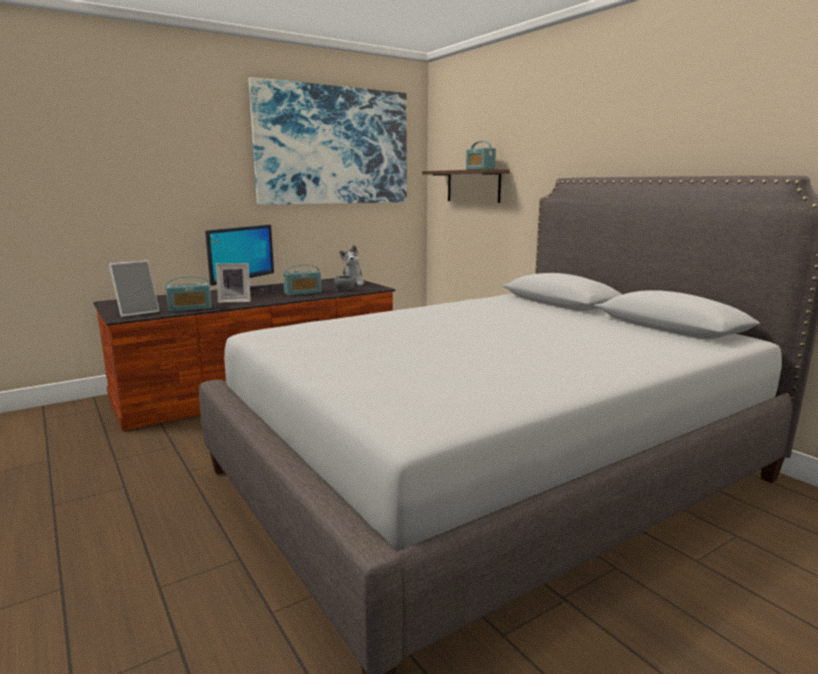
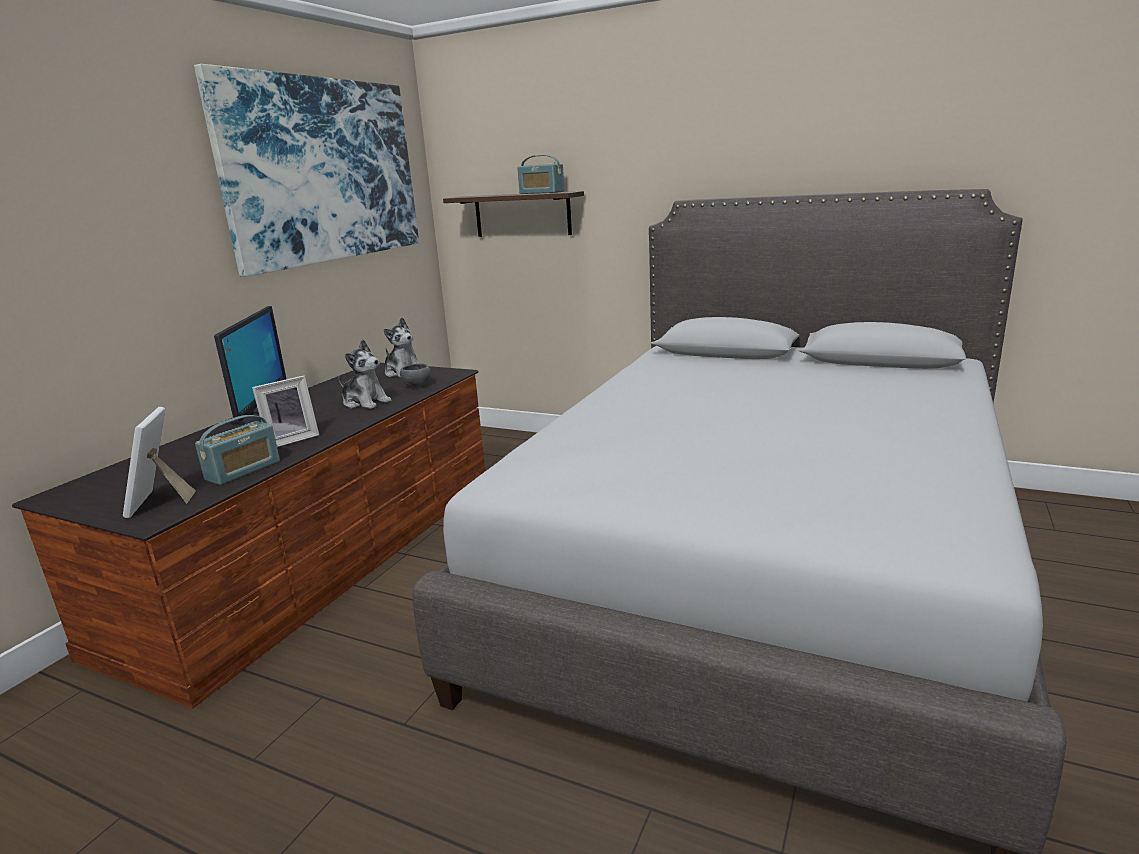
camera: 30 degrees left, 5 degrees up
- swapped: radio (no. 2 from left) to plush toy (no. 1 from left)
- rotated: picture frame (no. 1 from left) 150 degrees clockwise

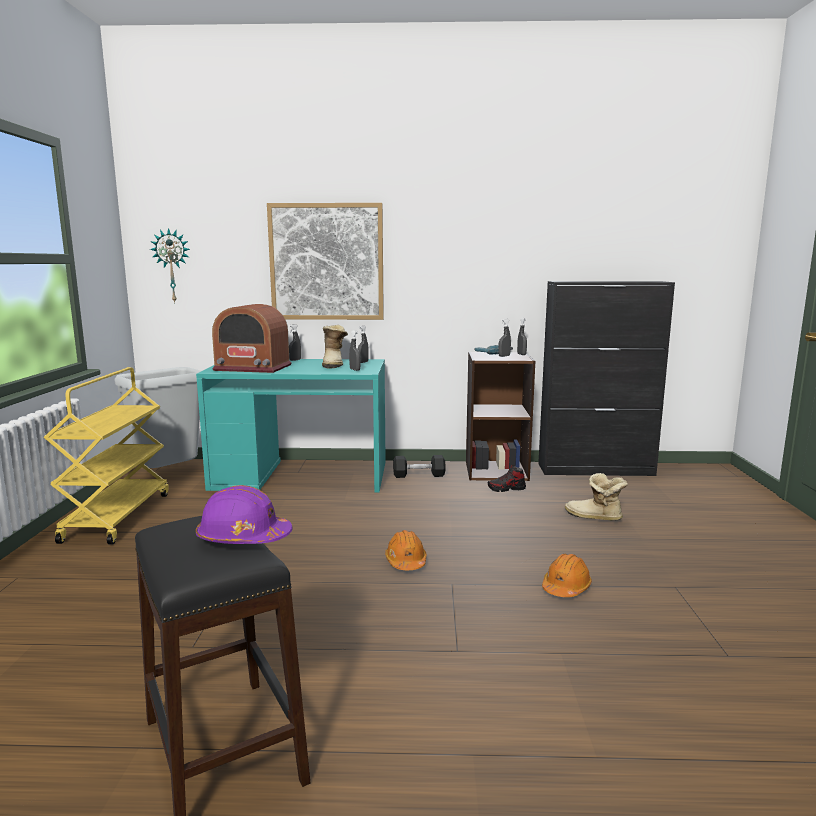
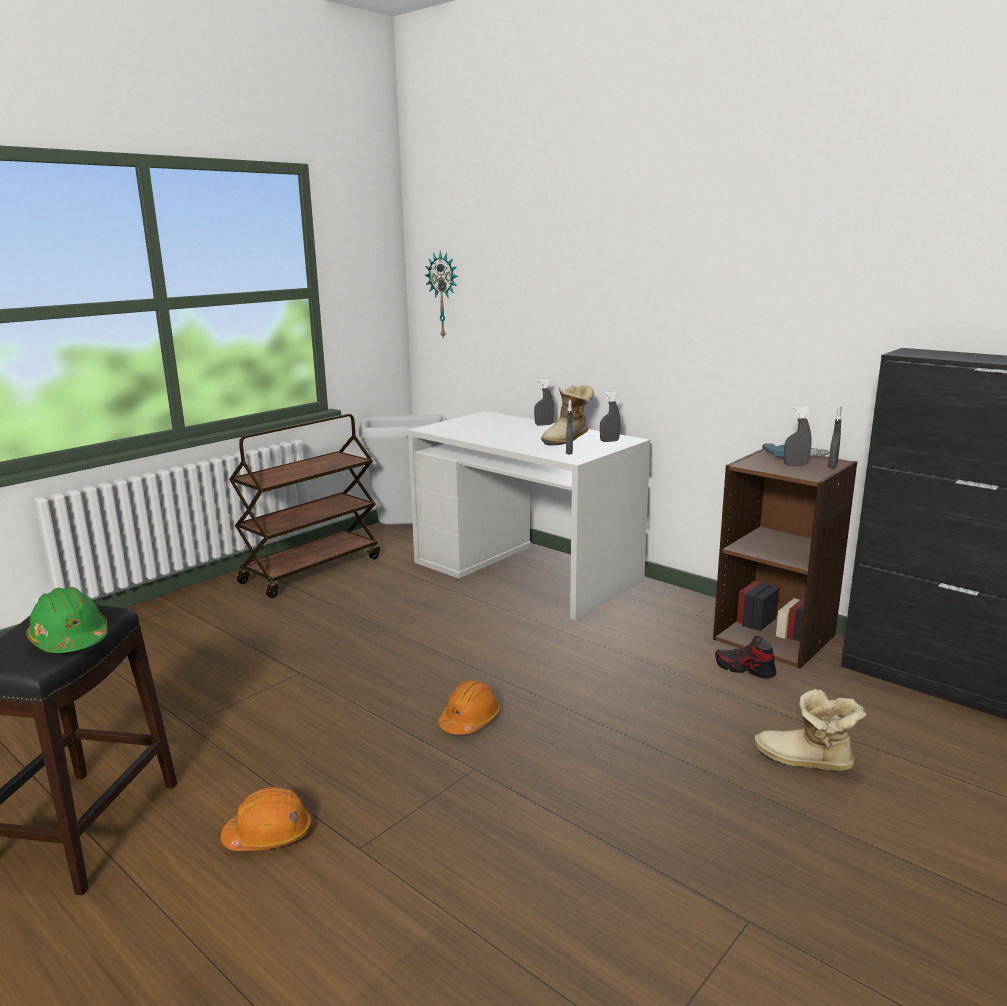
camera: 40 degrees right, 5 degrees up
- gone: radio
- gone: picture
- gone: black dumbbell
- shifted: orange hard hat (no. 2 from left in the first image) to orange hard hat (no. 1 from left)
- repainted: yellow cart to brown cart
- repainted: turquoise desk to white desk
- repainted: purple hard hat to green hard hat
- rotated: boot (no. 2 from left) 45 degrees counterclockwise

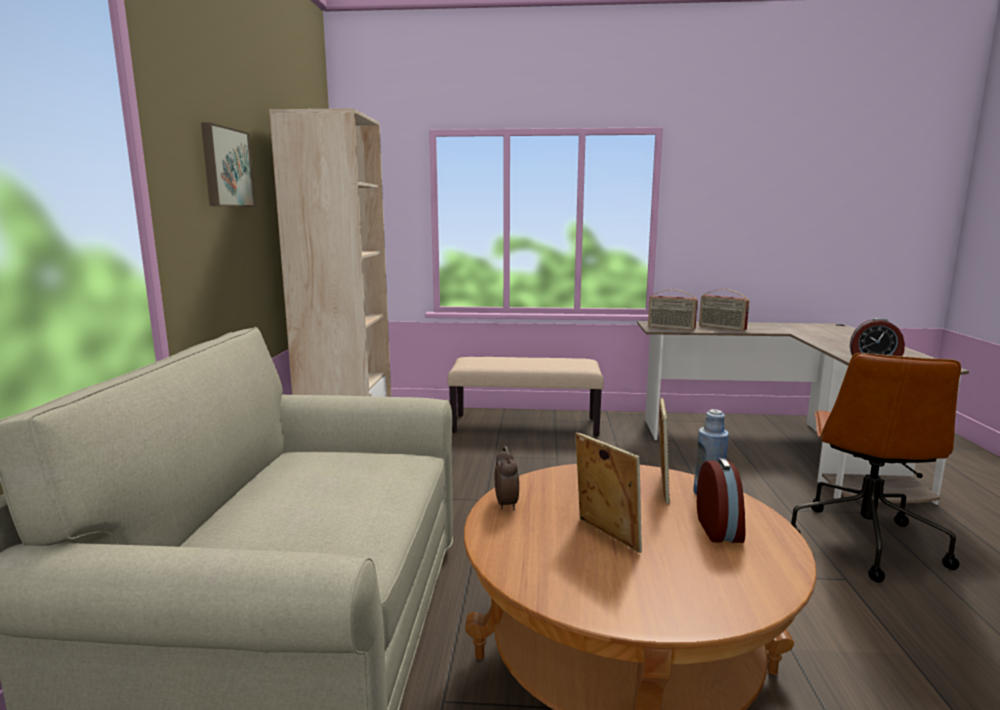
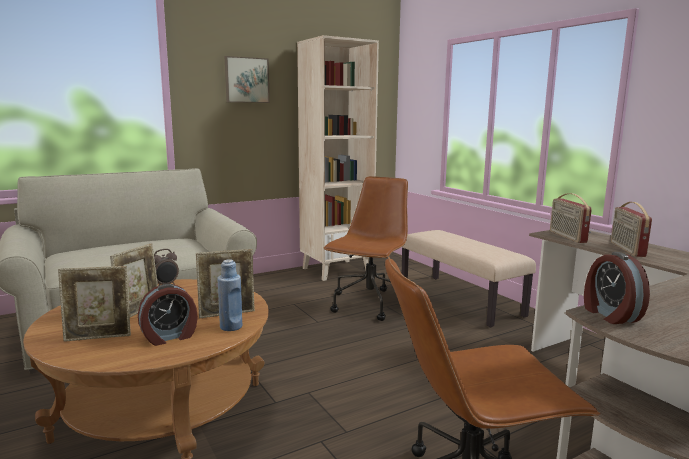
camera: 55 degrees right, 0 degrees up
- new: picture frame (no. 1 from left)
- new: brown office chair (no. 1 from left)

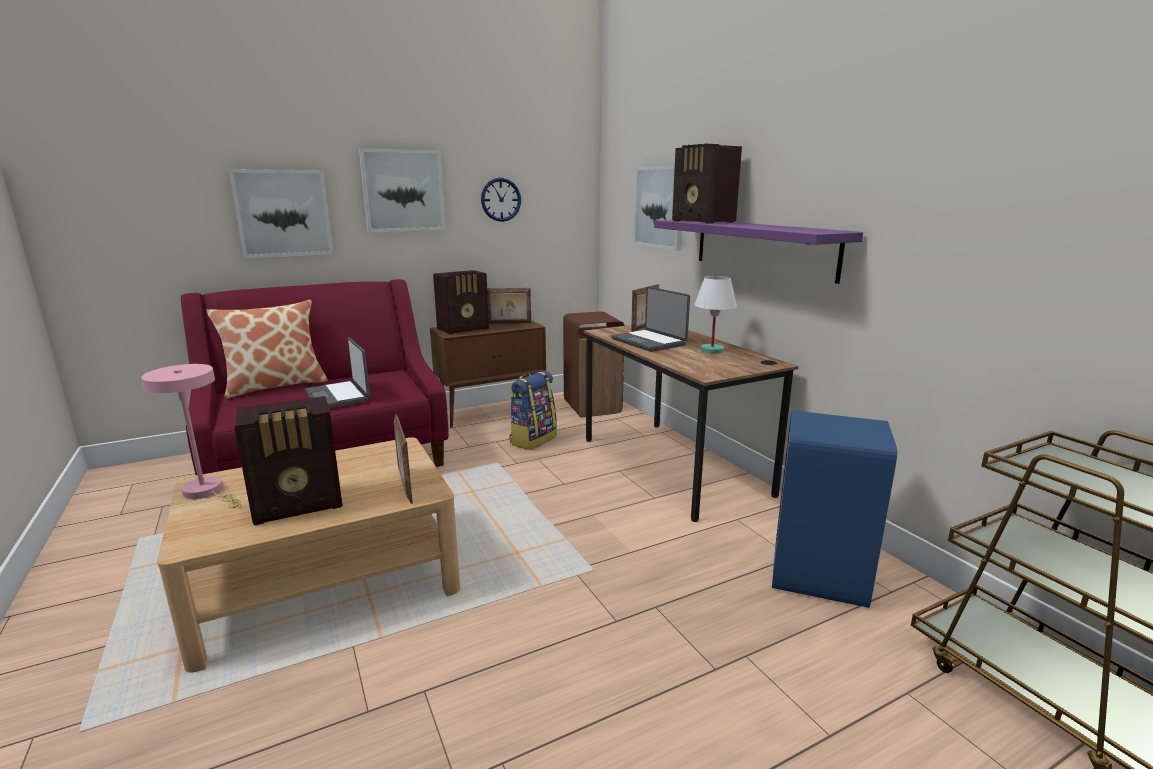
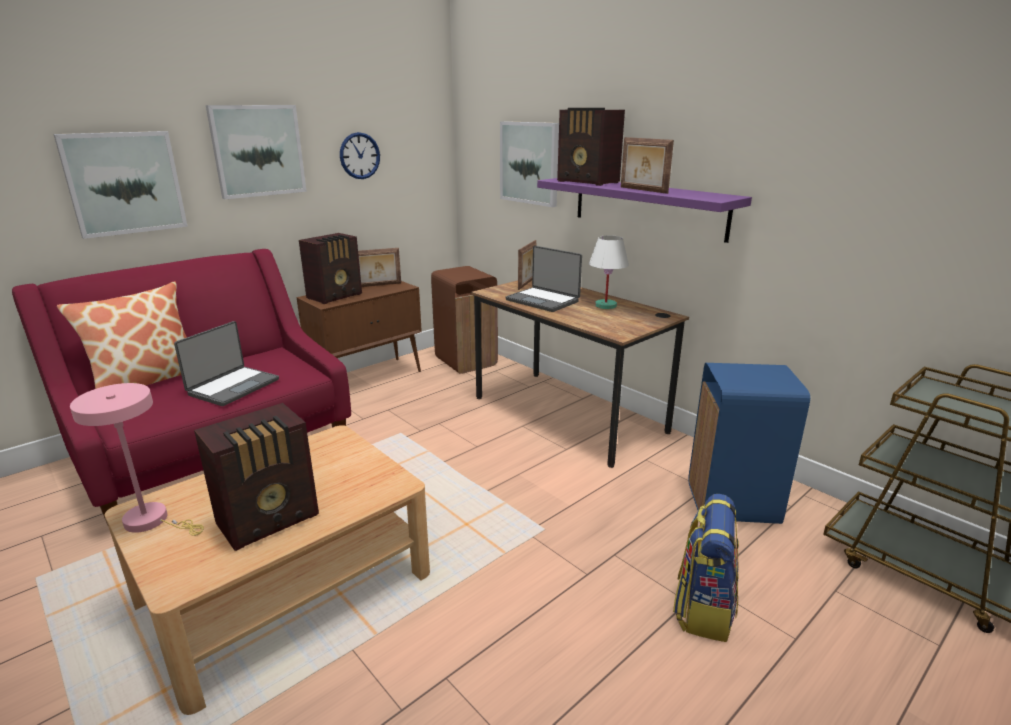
camera: 15 degrees left, 5 degrees up
- shifted: picture frame (no. 1 from left in the first image) to picture frame (no. 3 from left)
- shifted: backpack
- rotated: laptop (no. 1 from left) 105 degrees counterclockwise

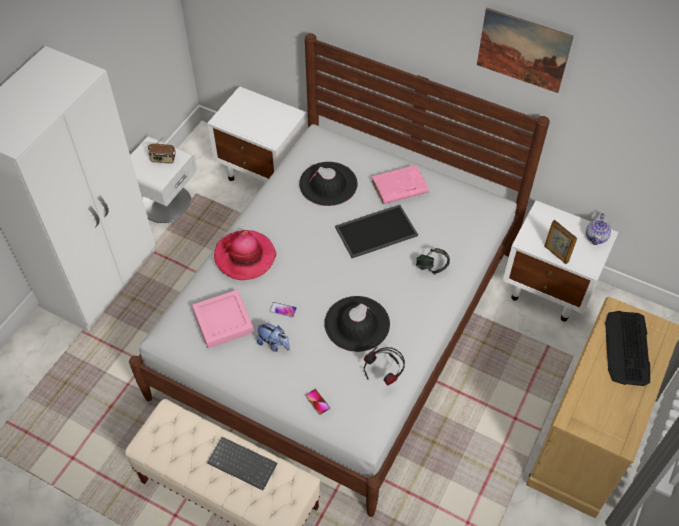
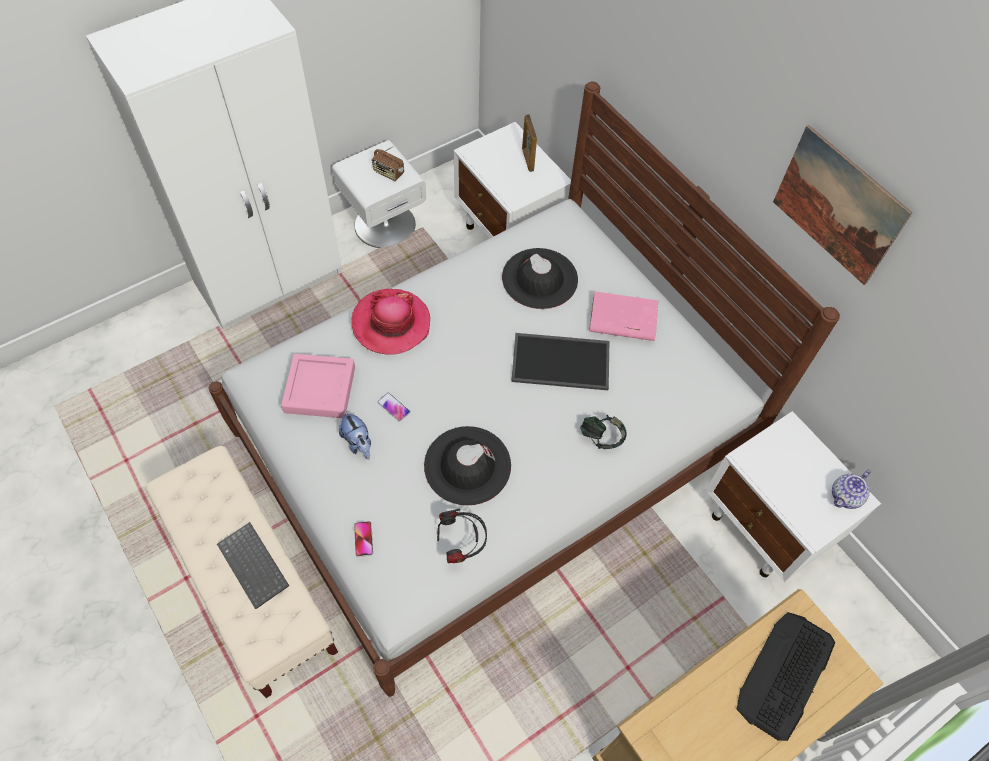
camera: 25 degrees right, 5 degrees up
- shifted: picture frame

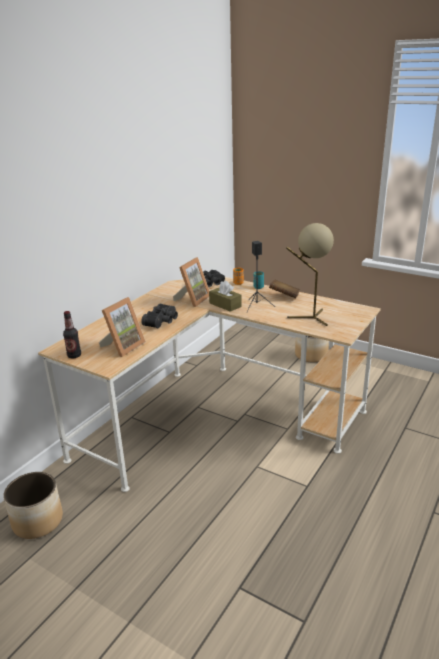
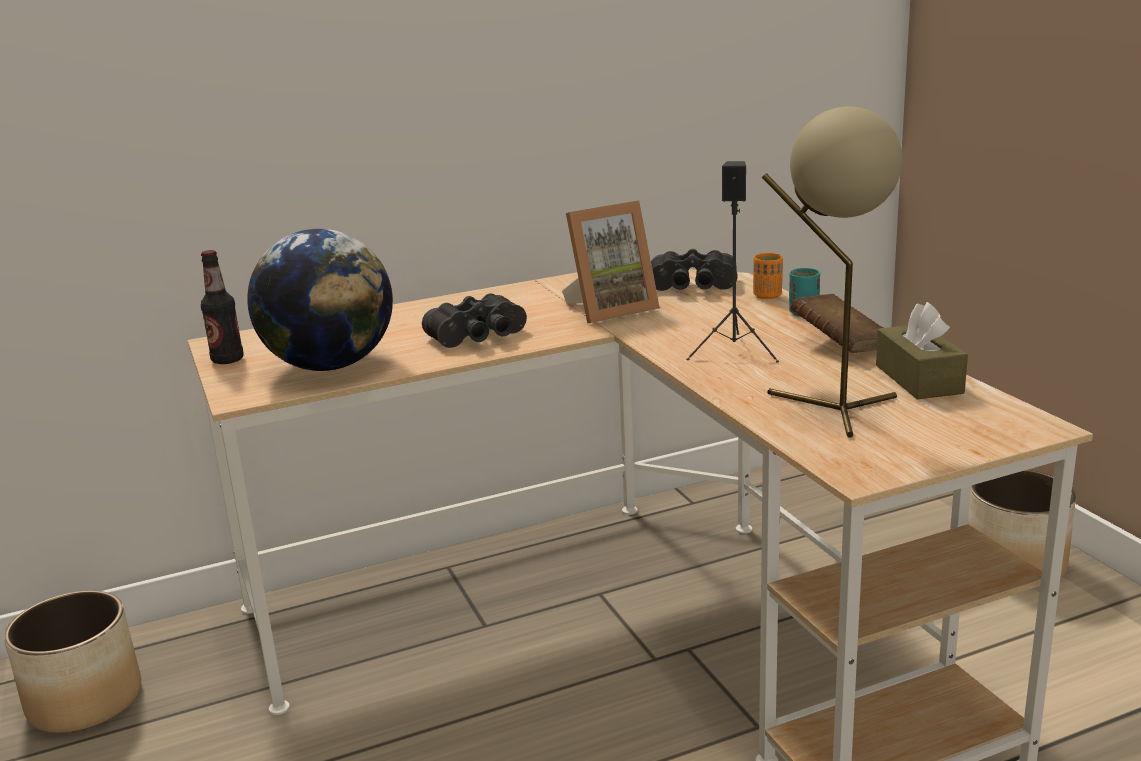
camera: 35 degrees right, 5 degrees down
- shifted: brown tissue box
- swapped: picture frame (no. 1 from left) to globe

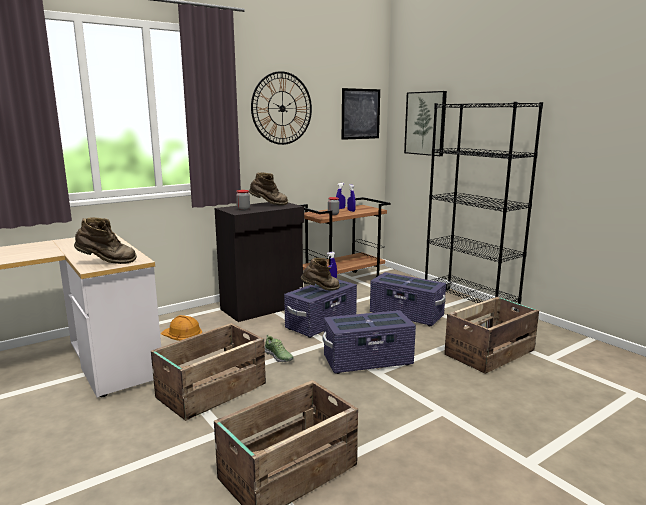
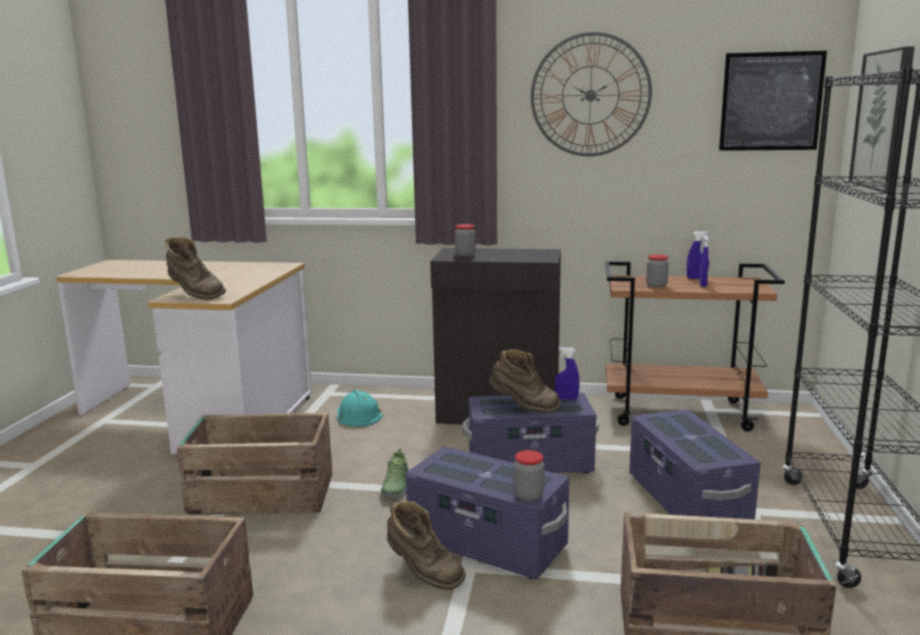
camera: 45 degrees right, 0 degrees up
- new: jar (no. 2 from left)
- shifted: brown boot (no. 2 from left)
- repainted: orange hard hat to turquoise hard hat

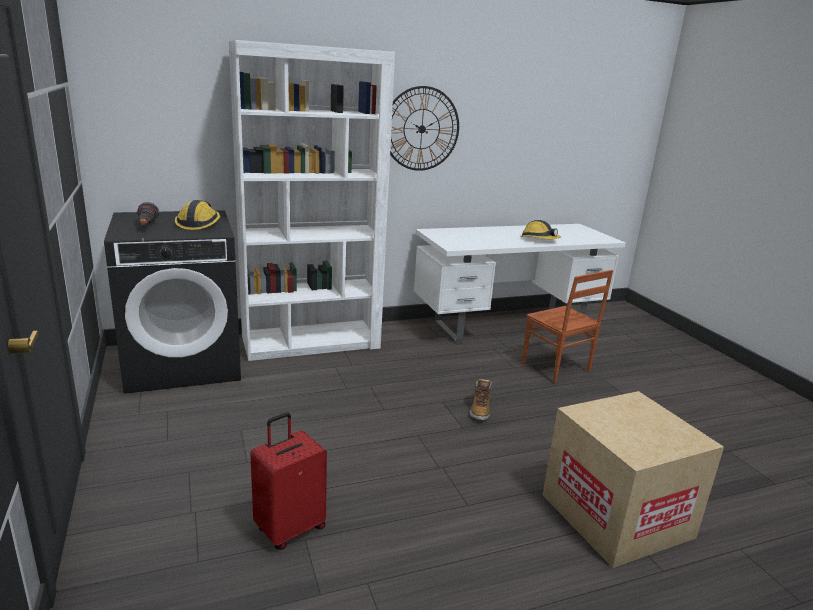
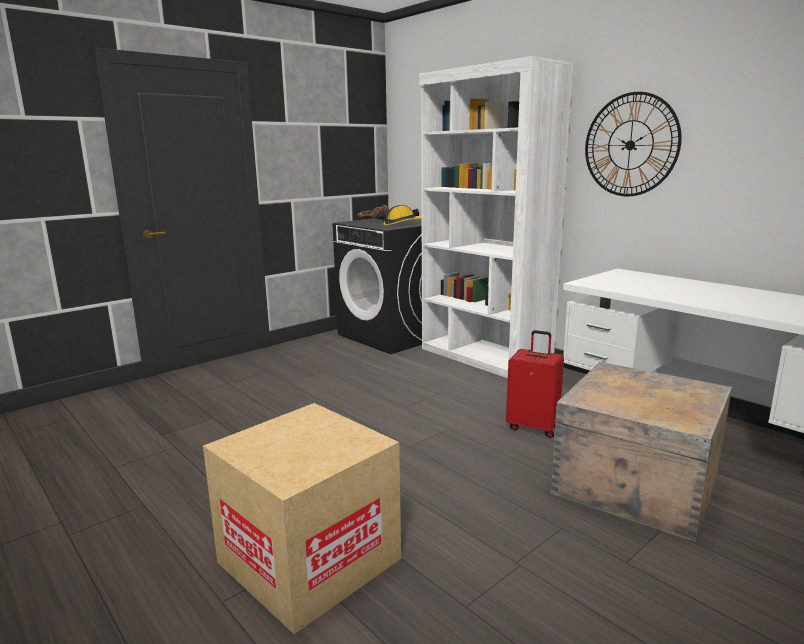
camera: 70 degrees right, 5 degrees down
- gone: boot
- gone: hard hat (no. 2 from left)
- shifted: red suitcase
- swapped: brown chair to crate

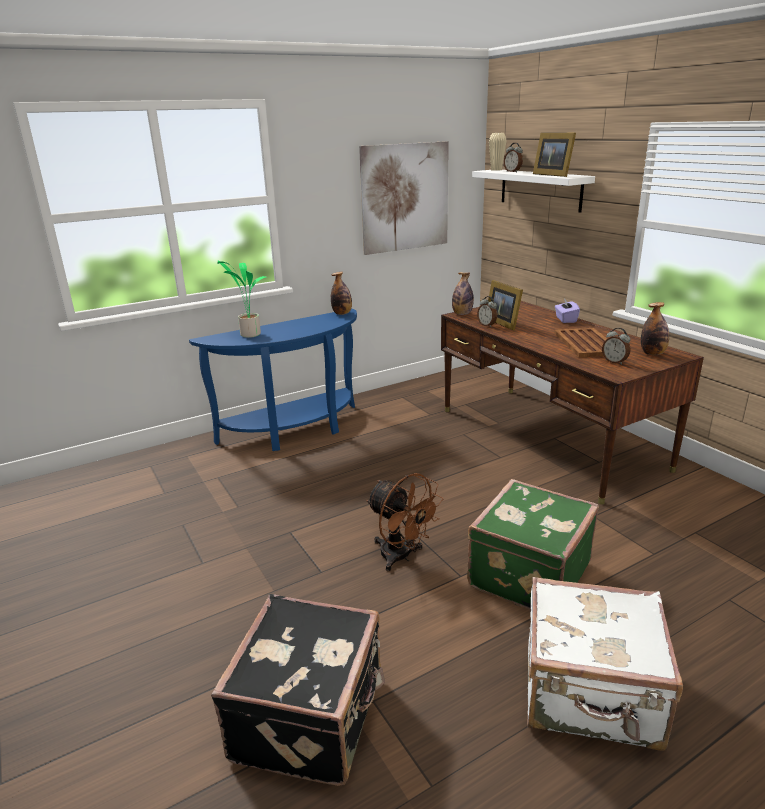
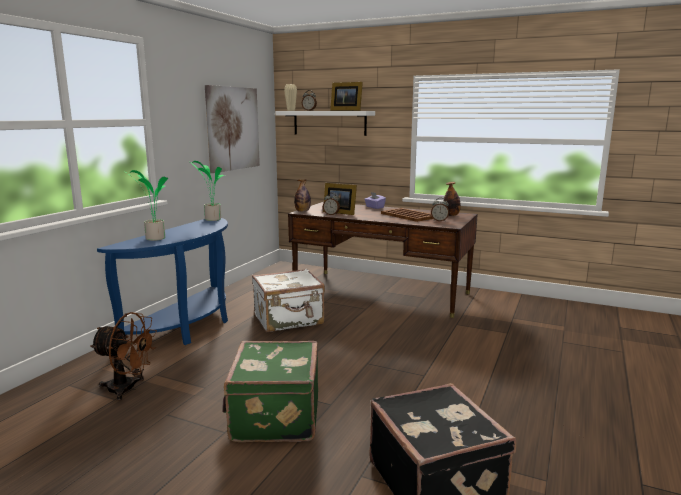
camera: 35 degrees left, 10 degrees down
- shifted: brown fan
- shifted: green suitcase
- shifted: white suitcase
- swapped: bottle (no. 1 from left) to potted plant (no. 2 from left)

